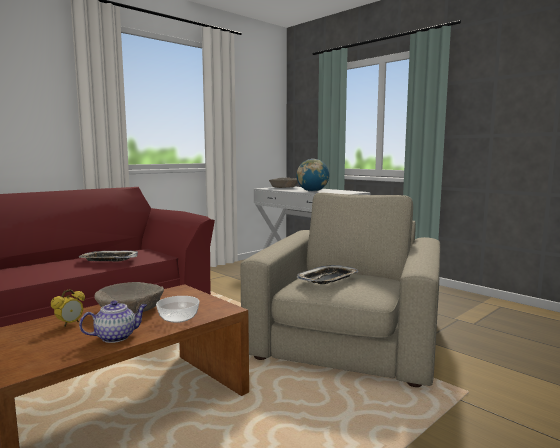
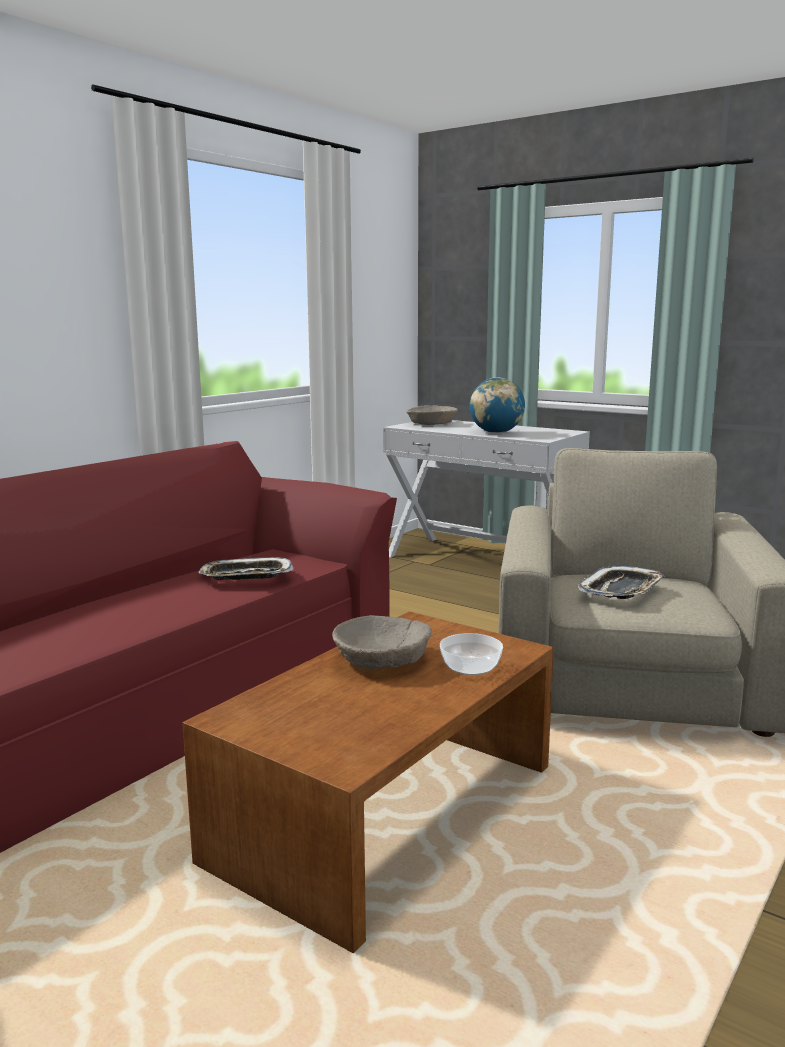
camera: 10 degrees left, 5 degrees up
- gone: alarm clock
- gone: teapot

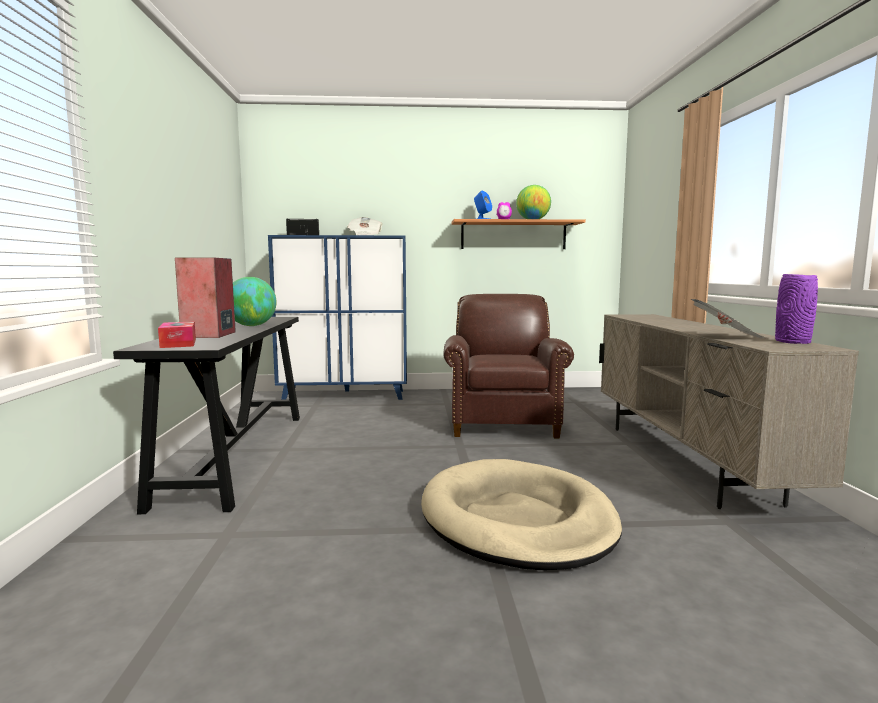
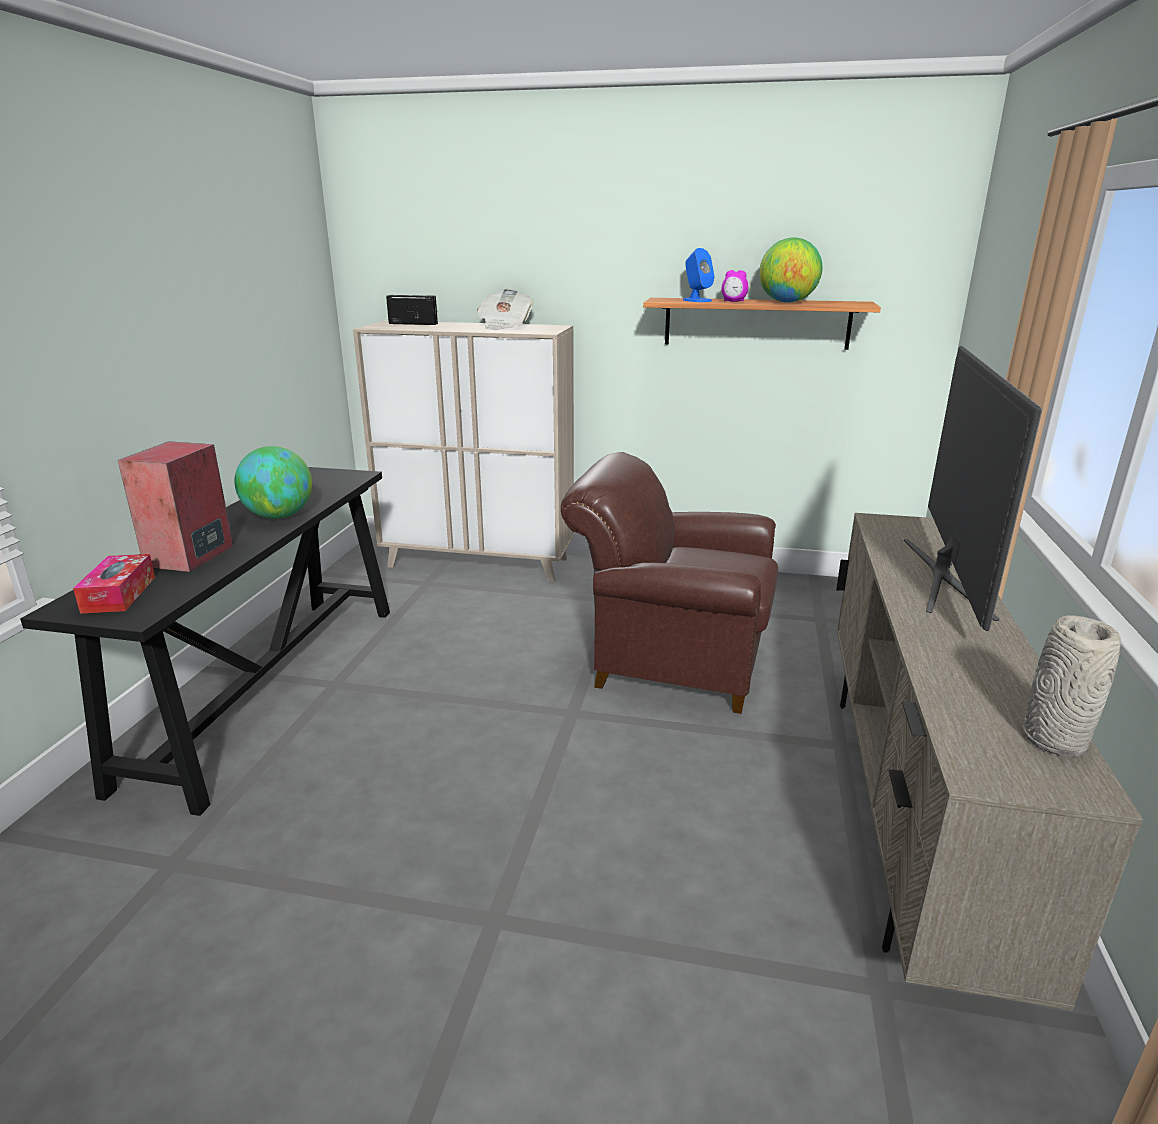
camera: 15 degrees right, 15 degrees up
- gone: beige dog bed
- gone: newspaper (no. 2 from left)
- new: television
- repainted: blue cabinet to beige cabinet
- repainted: purple vase to grey vase
- rotated: brown armchair 90 degrees counterclockwise

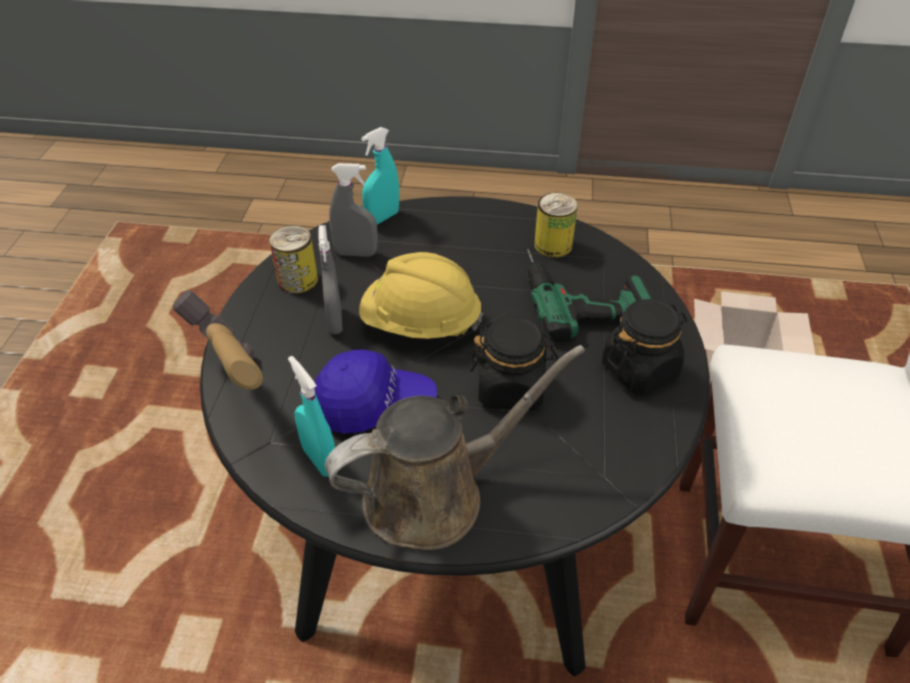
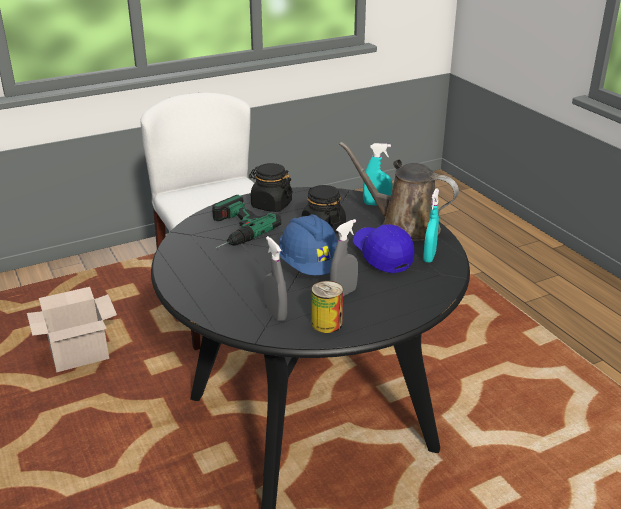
camera: 125 degrees left, 15 degrees down
- gone: hammer
- gone: can (no. 2 from left)
- shifted: turquoise spray bottle (no. 2 from left in the first image) to turquoise spray bottle (no. 1 from left)
- repainted: yellow hard hat to blue hard hat

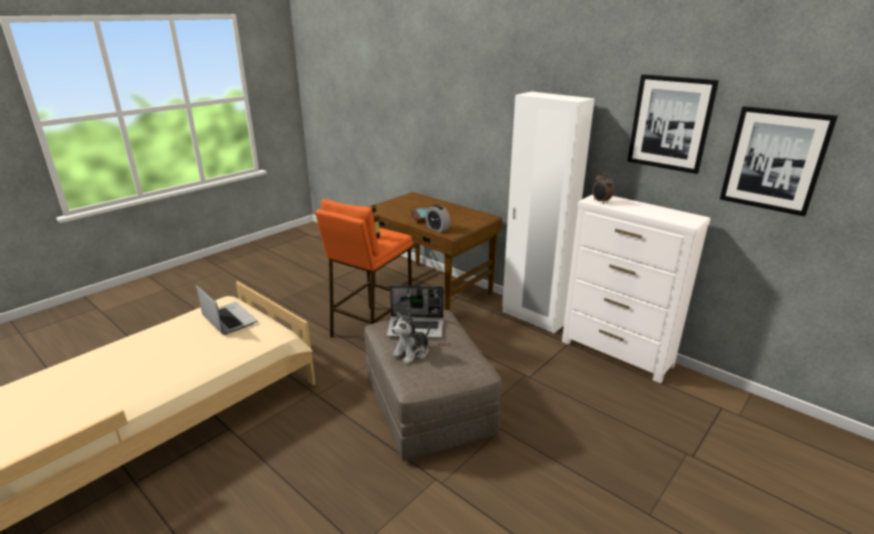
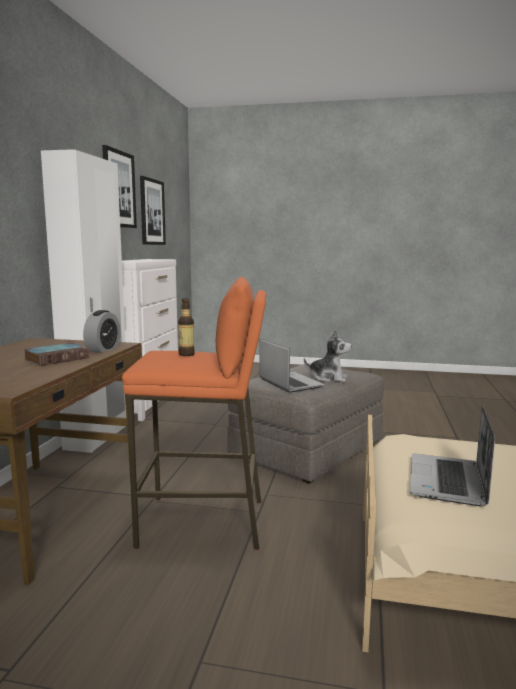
camera: 120 degrees left, 15 degrees down
- gone: alarm clock (no. 2 from left)

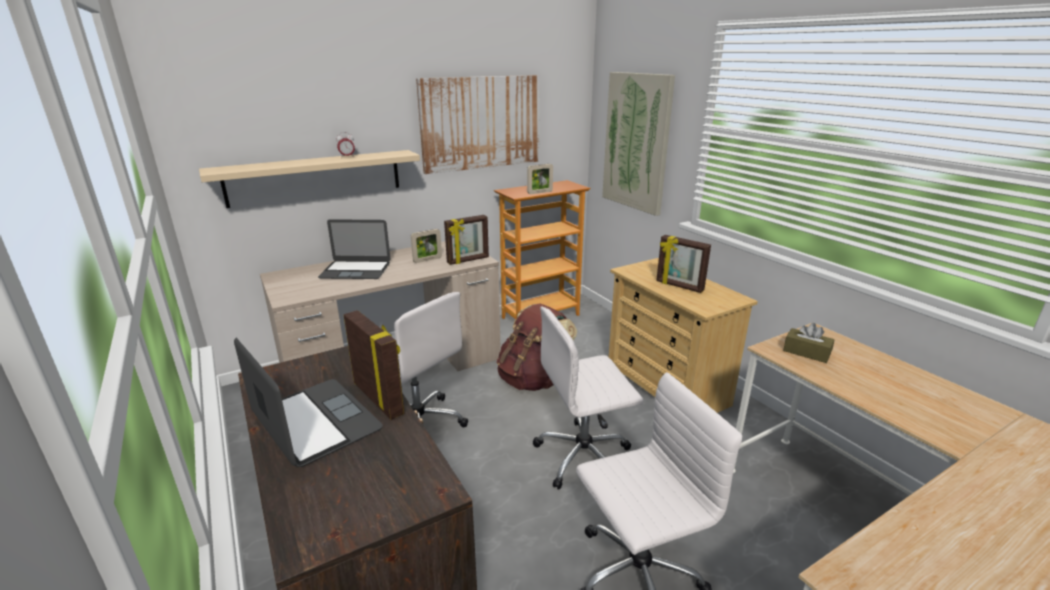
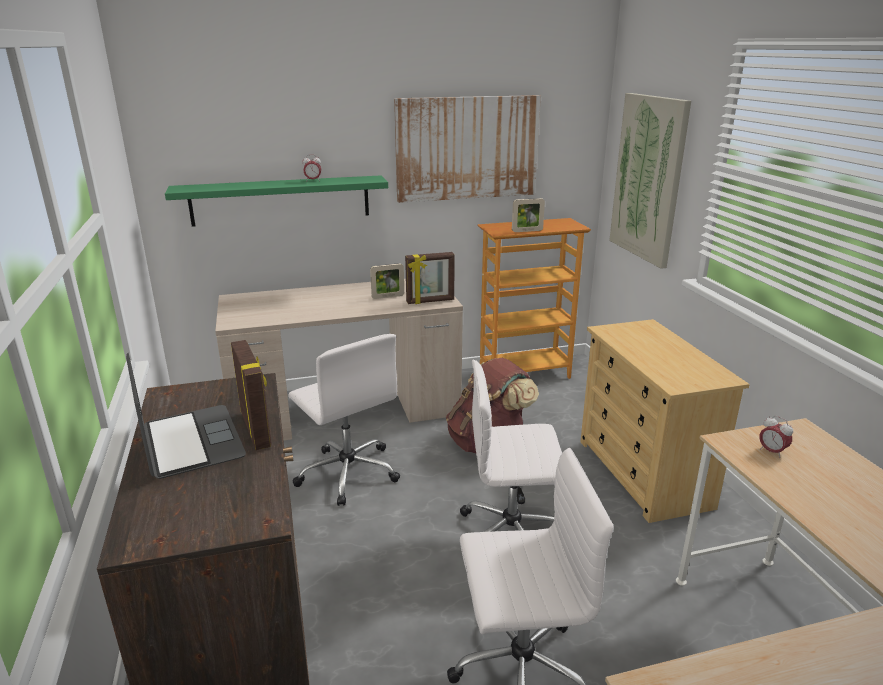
camera: 15 degrees right, 0 degrees up
- gone: laptop (no. 2 from left)
- gone: picture frame (no. 5 from left)
- swapped: brown tissue box to alarm clock (no. 2 from left)
- repainted: beige shelf to green shelf

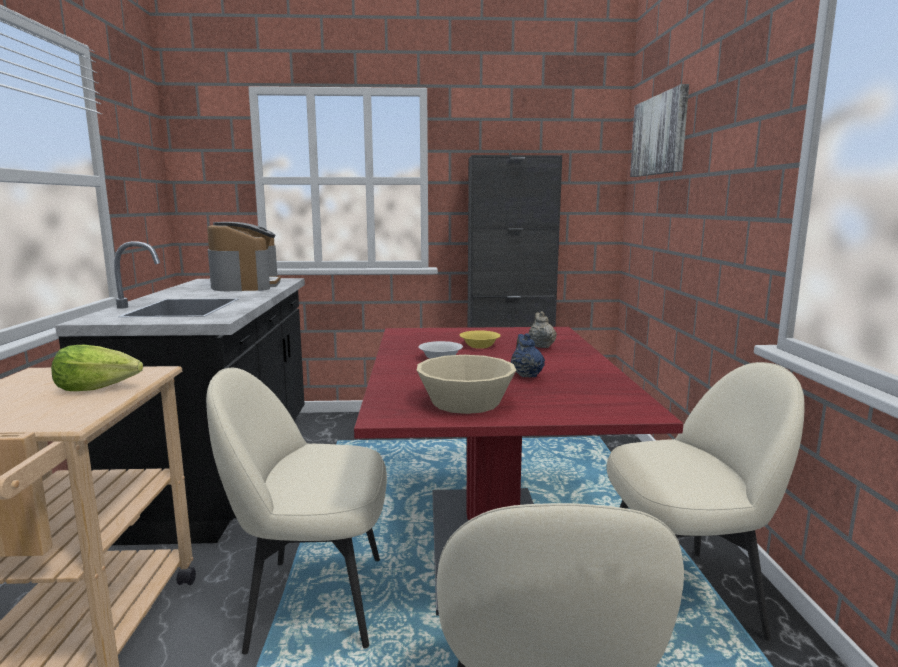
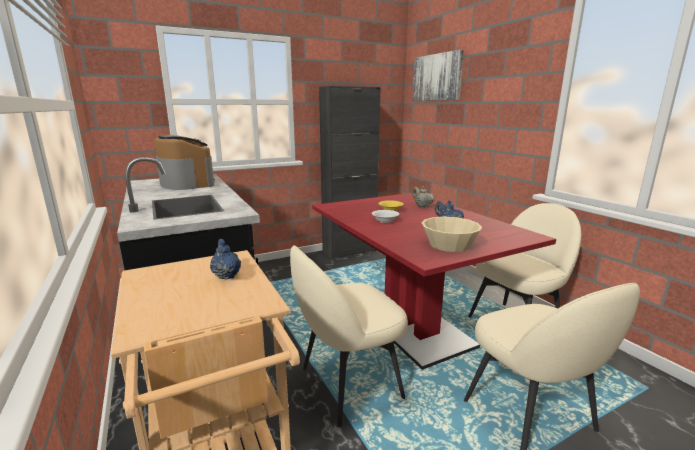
camera: 25 degrees left, 5 degrees up
- swapped: lettuce to blue teapot (no. 1 from left)

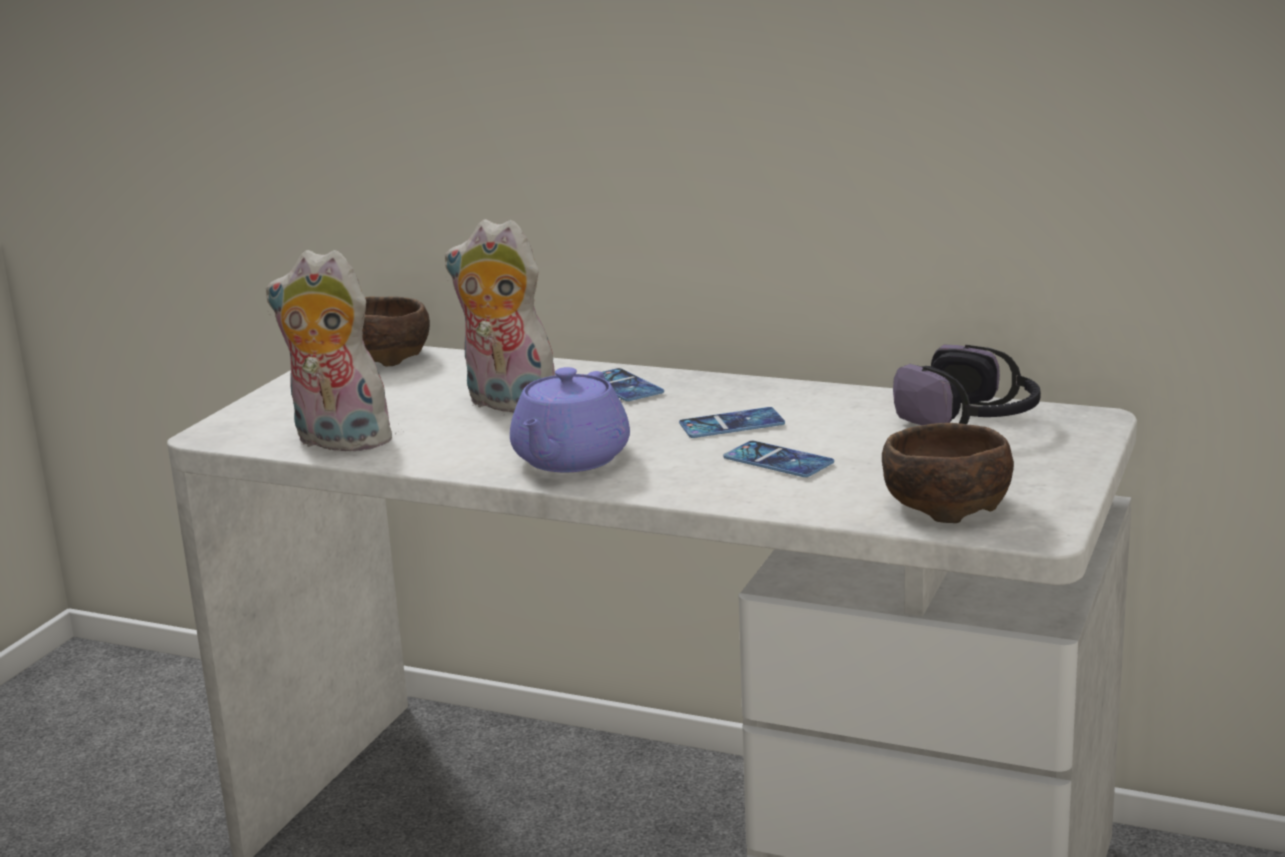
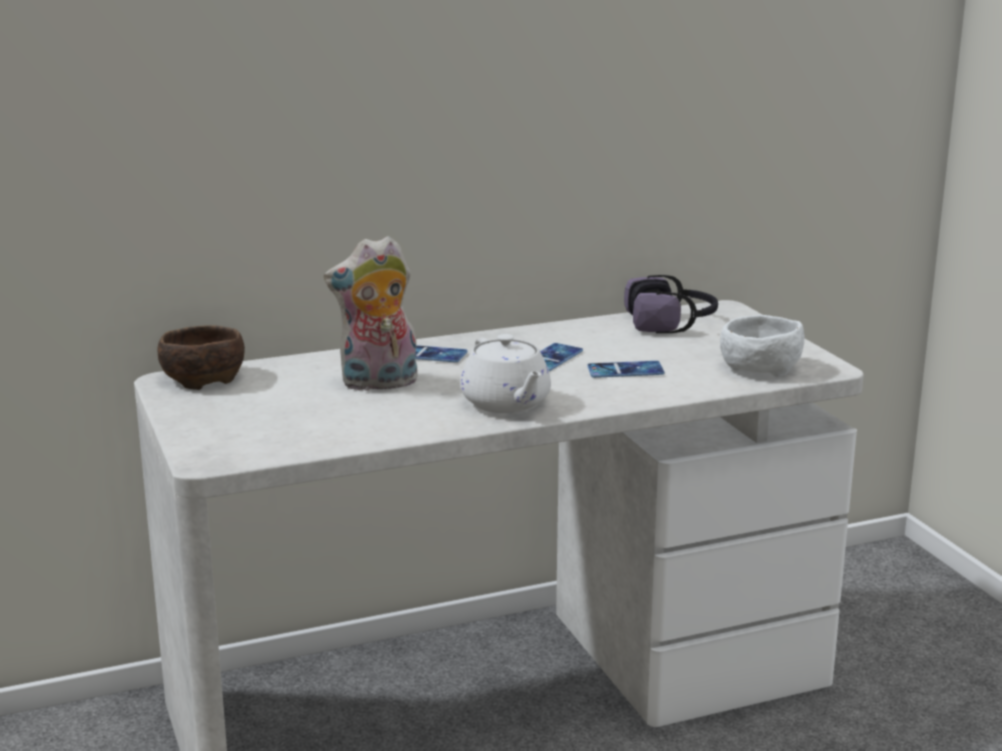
camera: 45 degrees left, 0 degrees up
- gone: plush toy (no. 1 from left)
- repainted: purple teapot to white teapot
- repainted: brown bowl (no. 2 from left) to white bowl

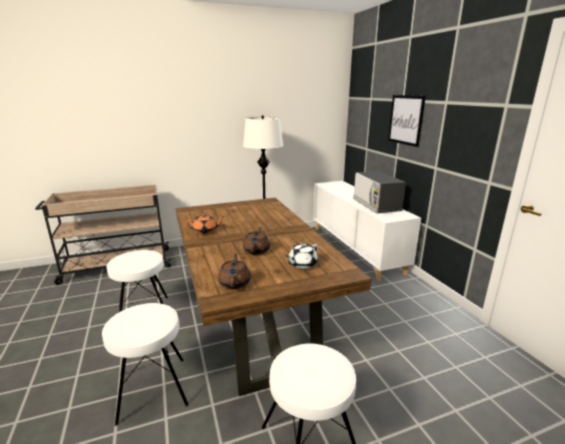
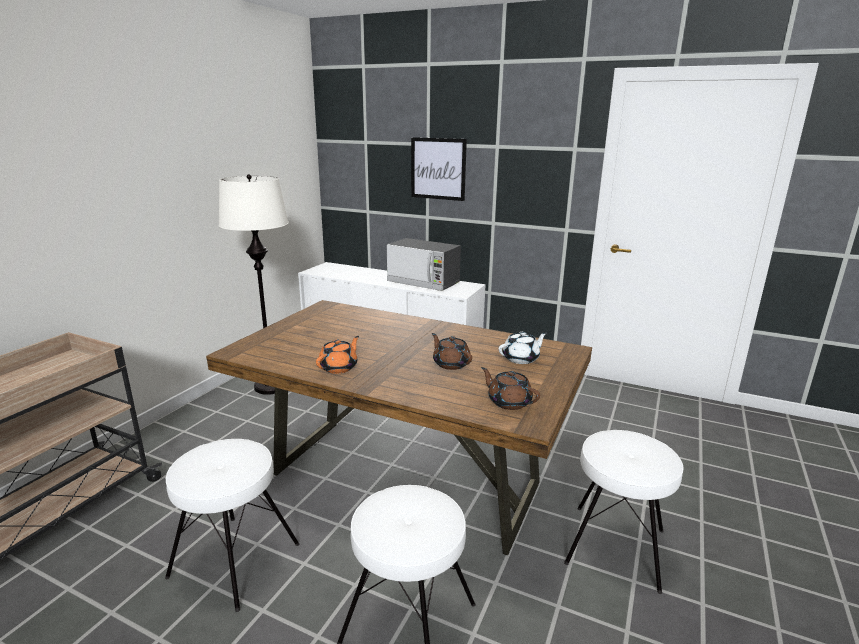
camera: 45 degrees left, 0 degrees up
- rotated: white teapot 120 degrees counterclockwise

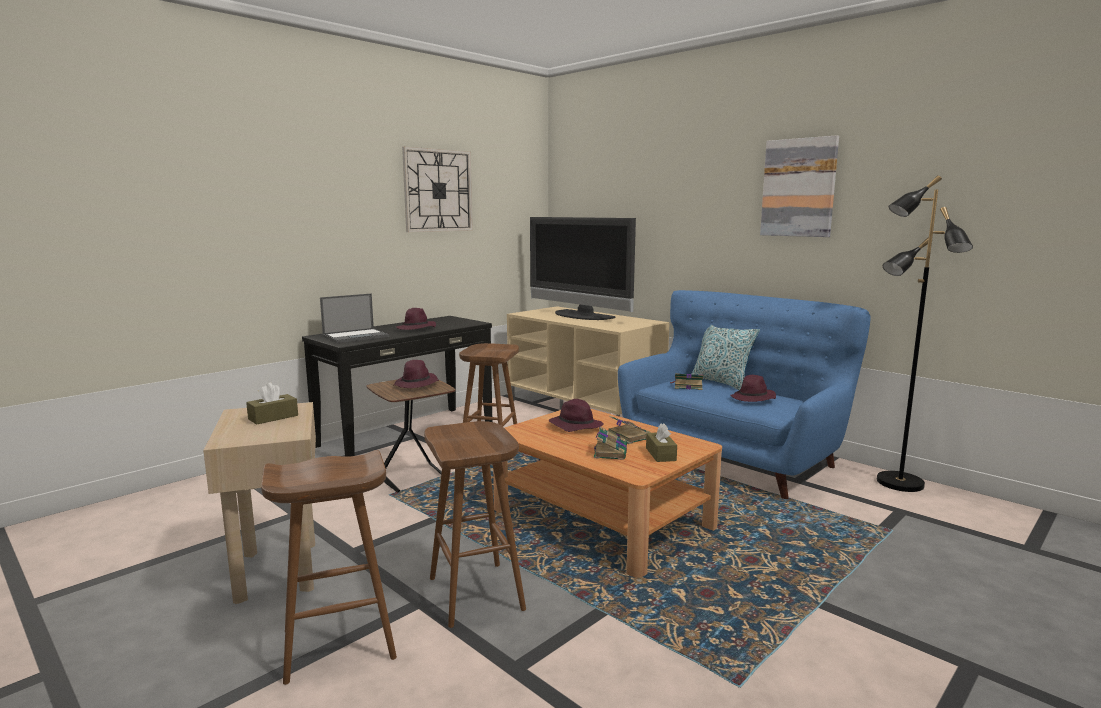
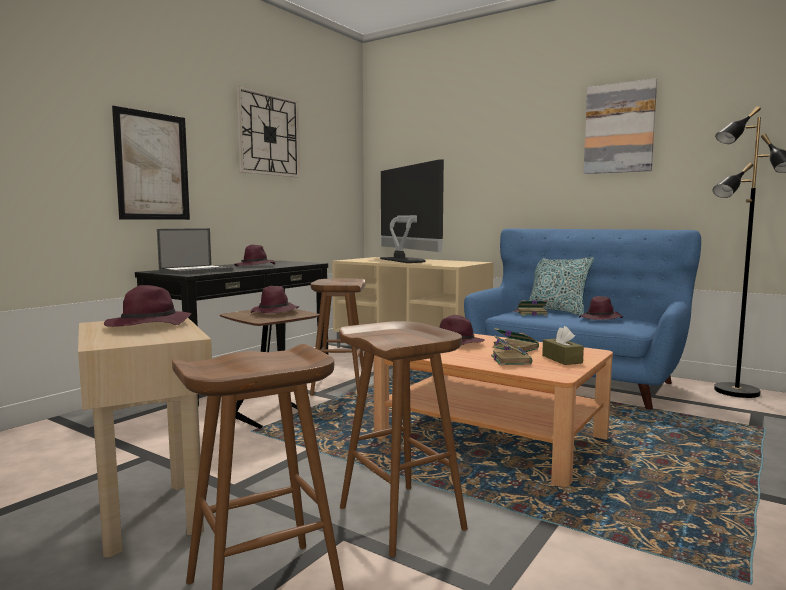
camera: 10 degrees left, 5 degrees down
- new: picture (no. 1 from left)
- swapped: brown tissue box (no. 1 from left) to purple hat (no. 1 from left)
- rotated: television 150 degrees counterclockwise

